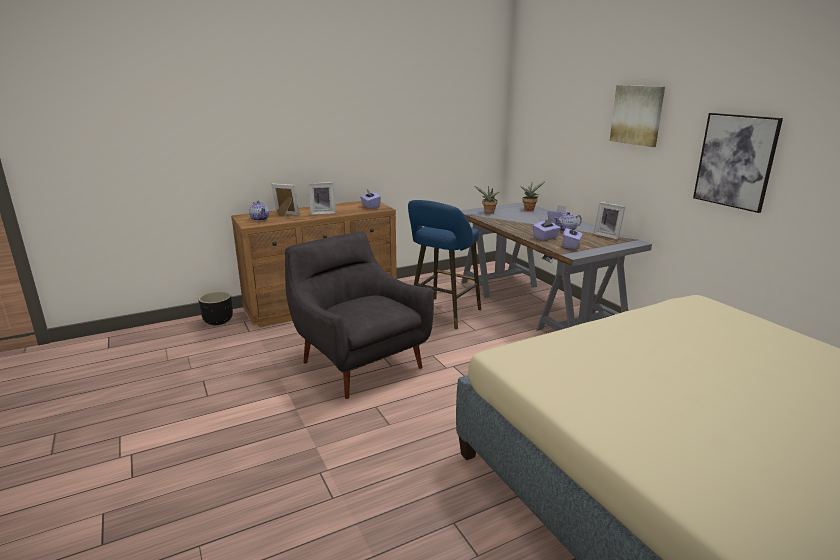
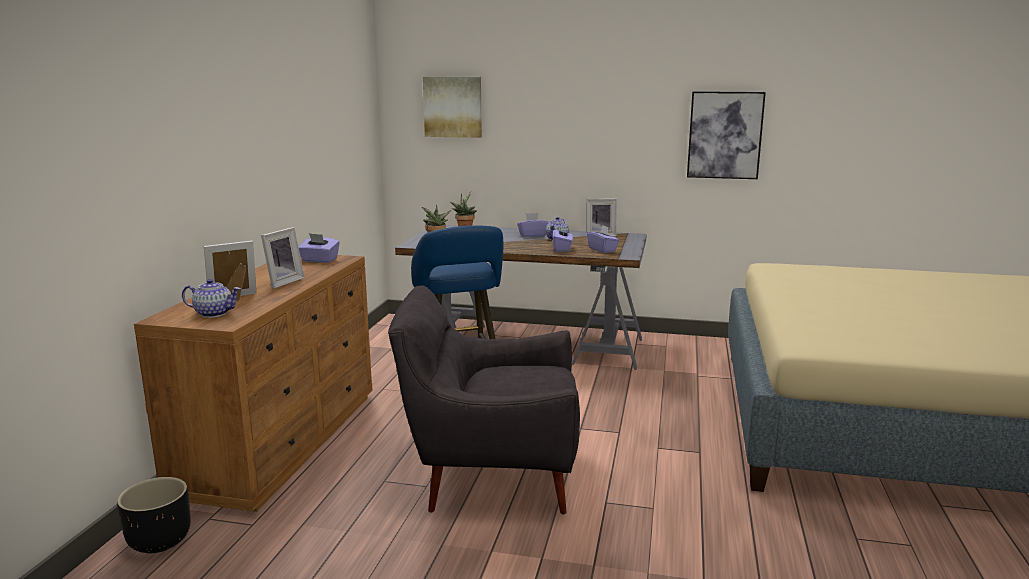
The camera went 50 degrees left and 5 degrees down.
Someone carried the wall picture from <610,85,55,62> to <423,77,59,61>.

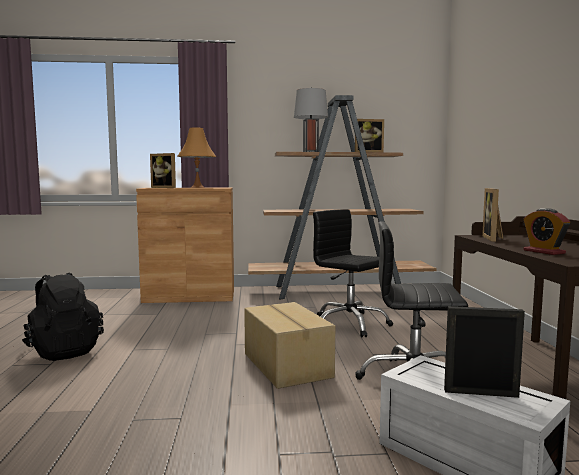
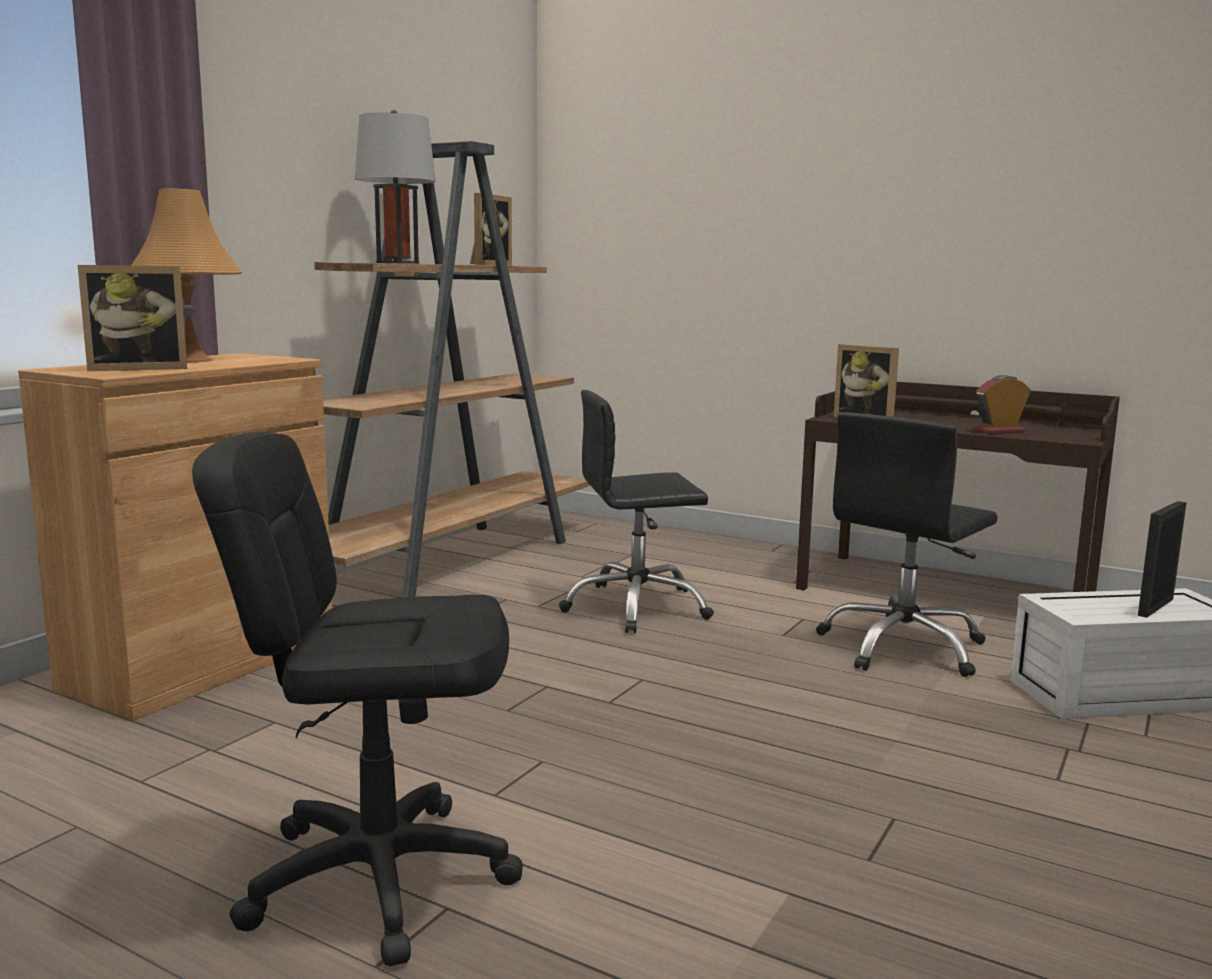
The camera went 55 degrees left and 5 degrees up.
Someone swapped the black-coloured rucksack at <22,272,82,89> for the black-coloured office chair at <192,432,331,535>.
Someone rotated the alarm clock at <523,208,47,47> by 150 degrees clockwise.
Someone took away the cardboard box at <244,302,91,87>.

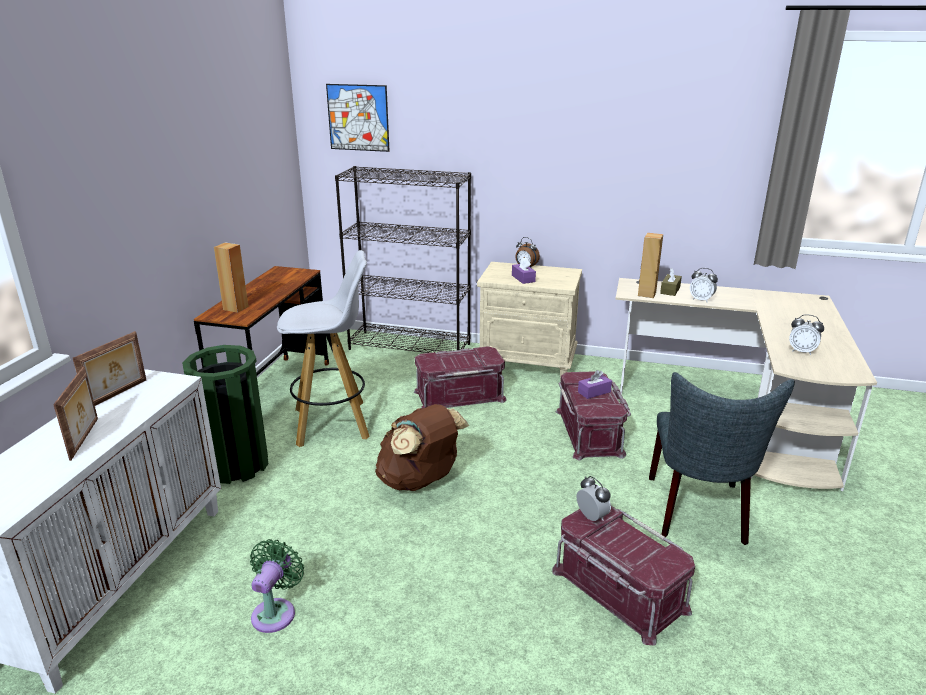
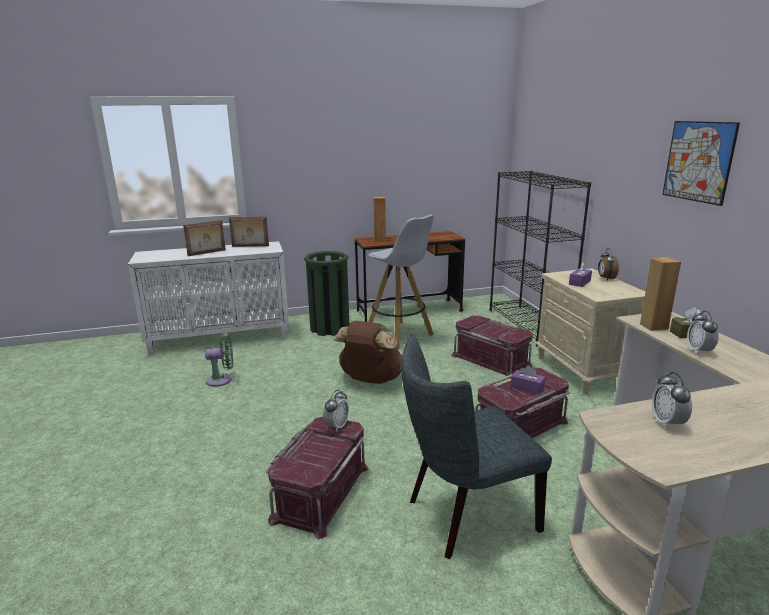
The camera went 60 degrees right and 5 degrees down.
Someone carried the wall picture from <326,84,64,68> to <662,121,78,85>.

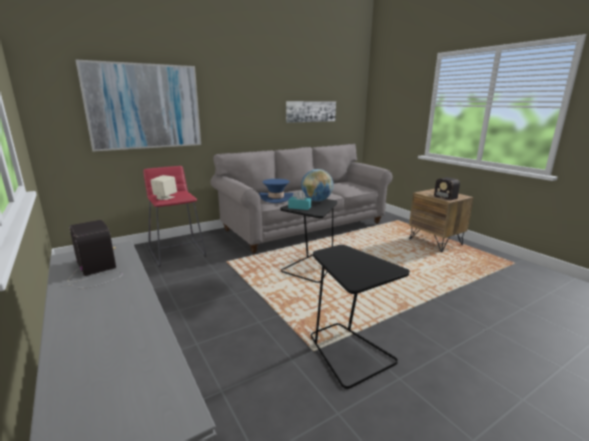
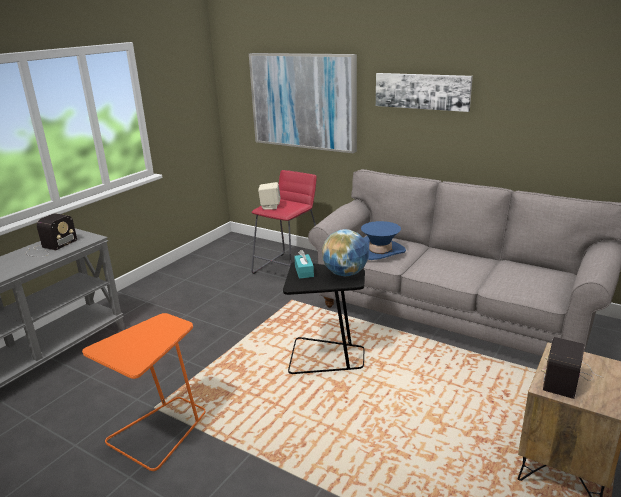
The camera went 65 degrees right and 5 degrees up.
Someone repainted the black-coloured end table at <311,245,99,144>, which became the orangey end table at <82,313,124,158>.
Someone carried the wall picture from <286,101,50,22> to <376,73,97,39>.

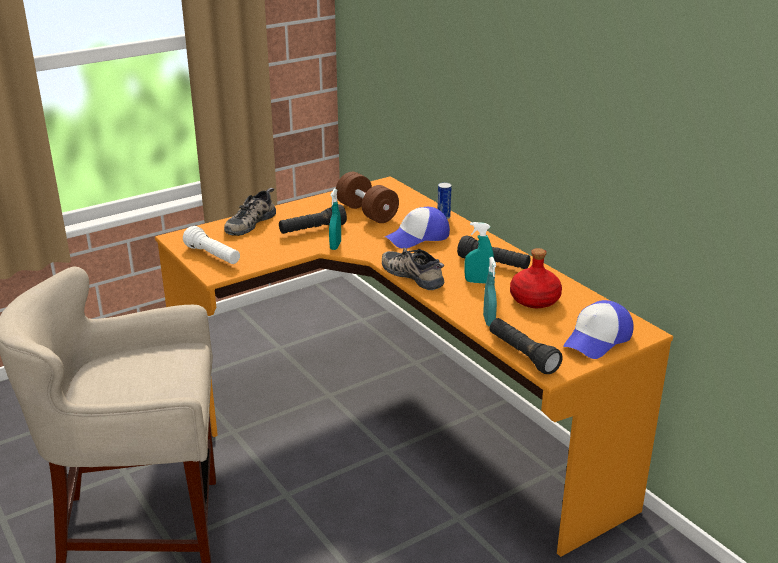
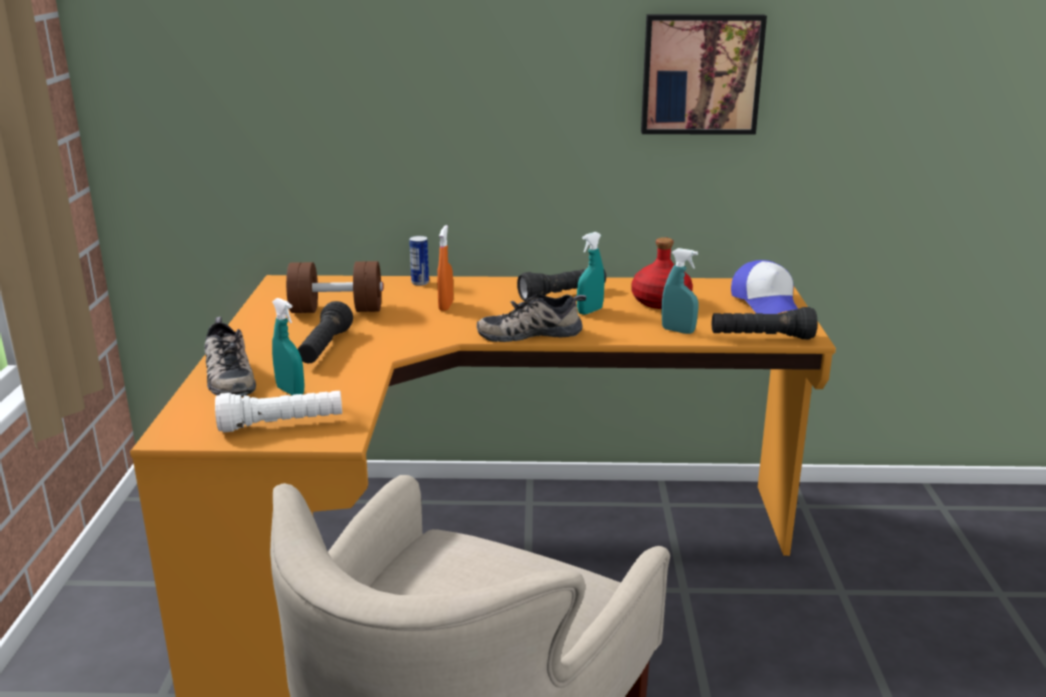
The camera went 55 degrees left and 5 degrees down.
Someone carried the blue-green hand sprayer from <329,189,12,61> to <272,298,33,98>.
Someone swapped the baseball cap at <385,207,65,42> for the orangey hand sprayer at <437,225,16,86>.
Someone put up the wall picture at <641,14,126,121>.

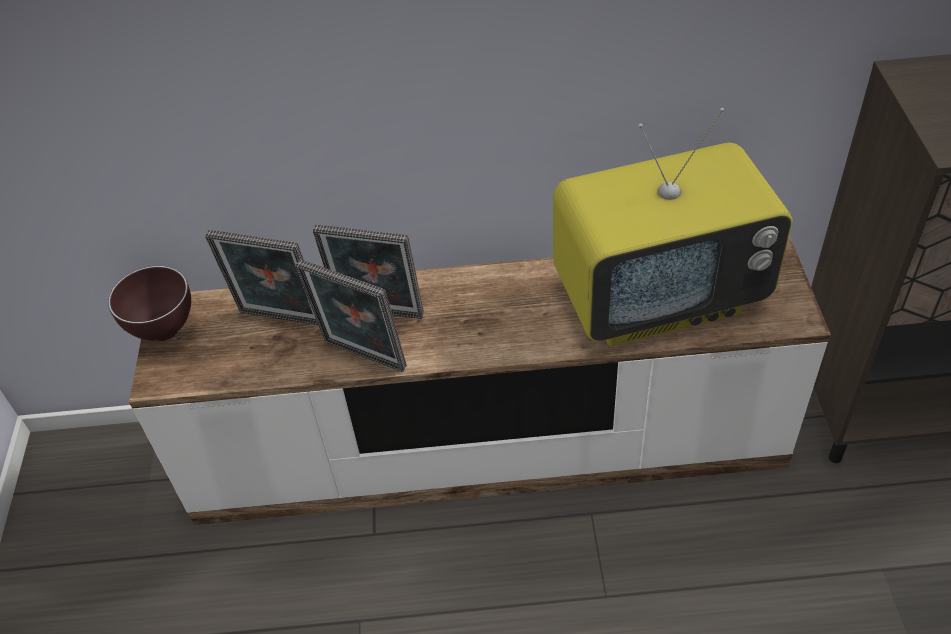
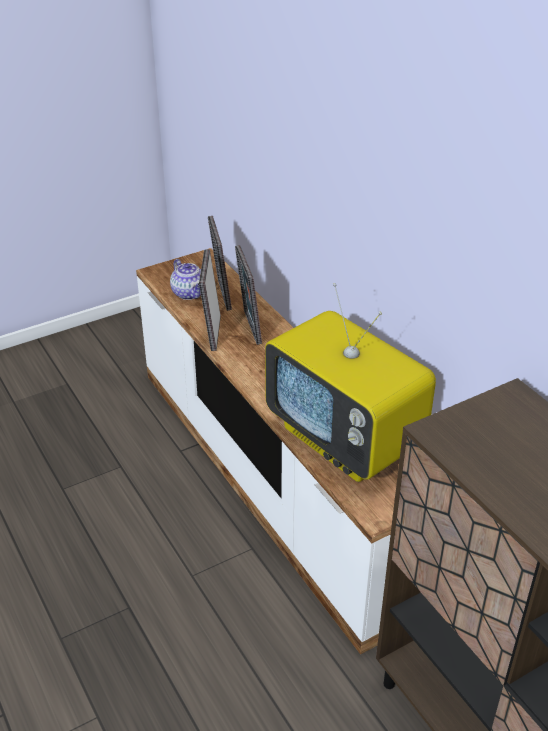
The camera went 60 degrees right and 10 degrees down.
Someone put down the tea pot at <170,259,31,41>.
Someone took away the brown-coloured serving bowl at <108,266,83,75>.

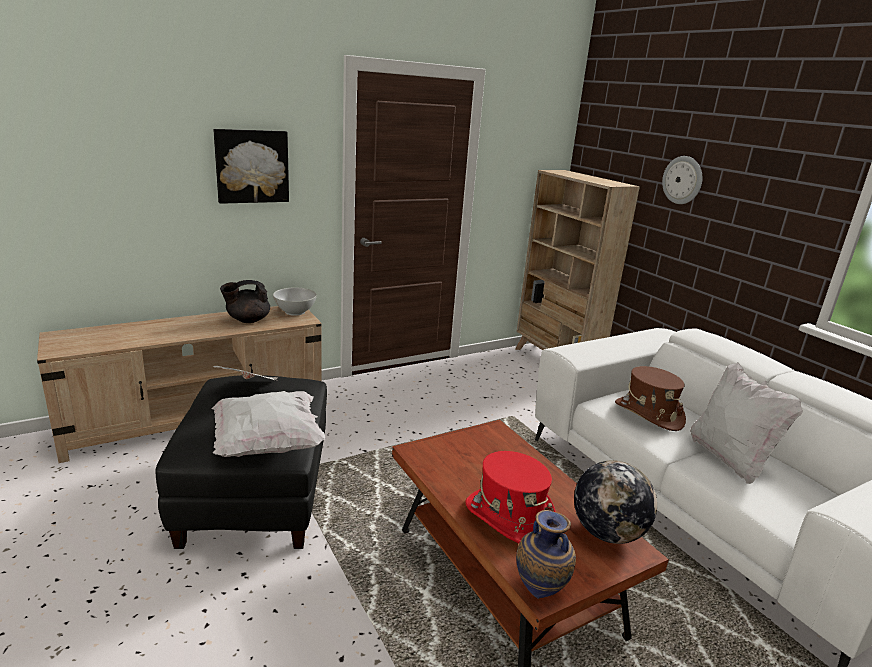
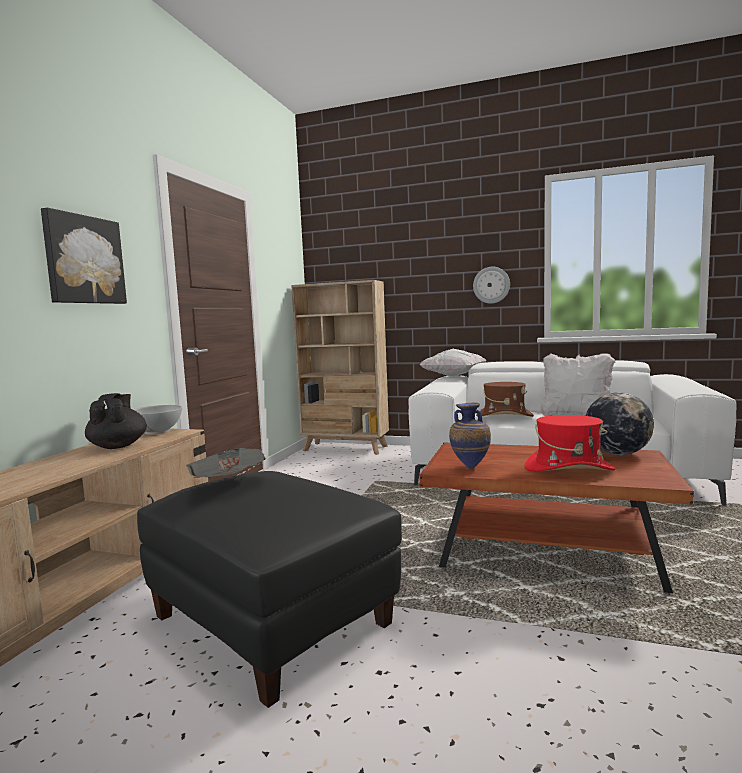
The camera went 40 degrees left and 15 degrees down.
Someone rotated the black-coloured tea pot at <220,280,50,43> by 150 degrees clockwise.
Someone carried the white-coloured cushion from <212,391,113,66> to <419,349,67,27>.
Someone carried the decorative vase from <516,510,60,89> to <449,402,42,67>.
Someone carried the clock on the wall from <662,156,40,48> to <473,267,37,37>.

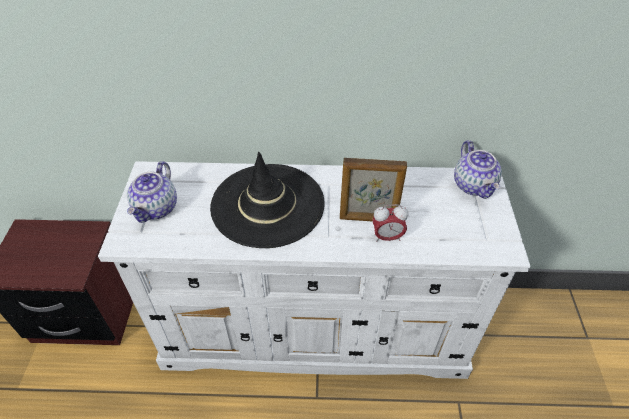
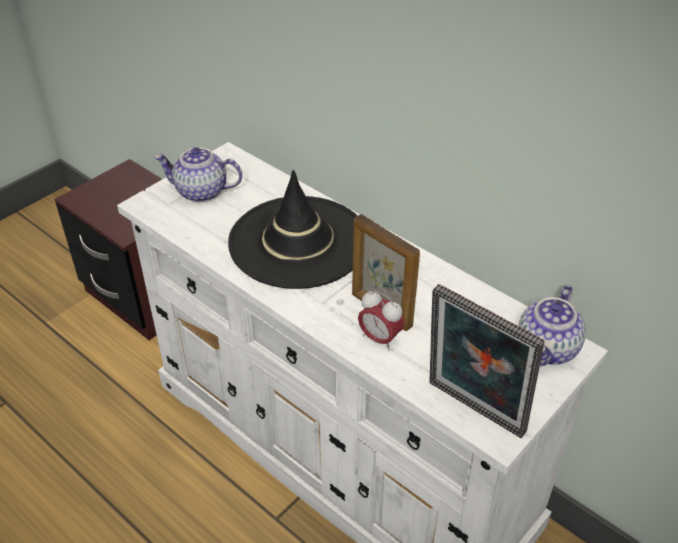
The camera went 40 degrees right and 5 degrees down.
Someone rotated the tea pot at <127,161,50,62> by 45 degrees clockwise.
Someone put down the standing frame at <429,284,115,154>.

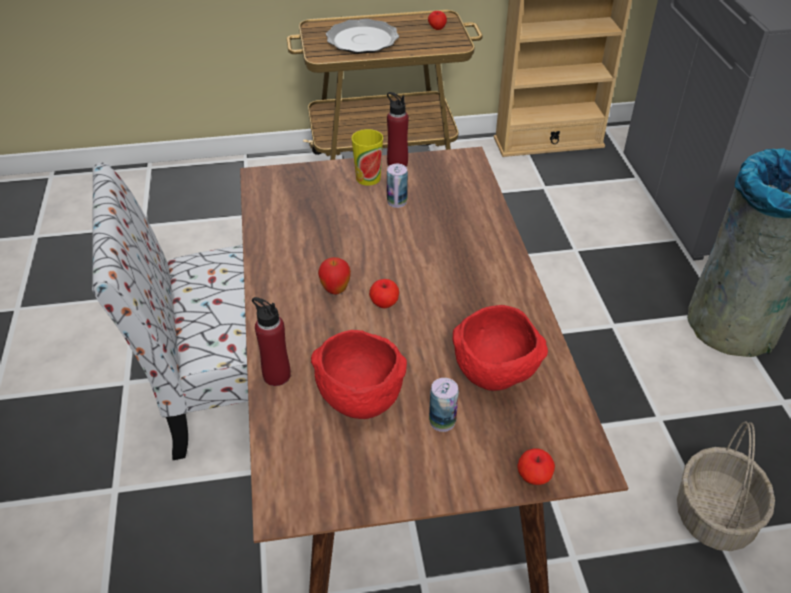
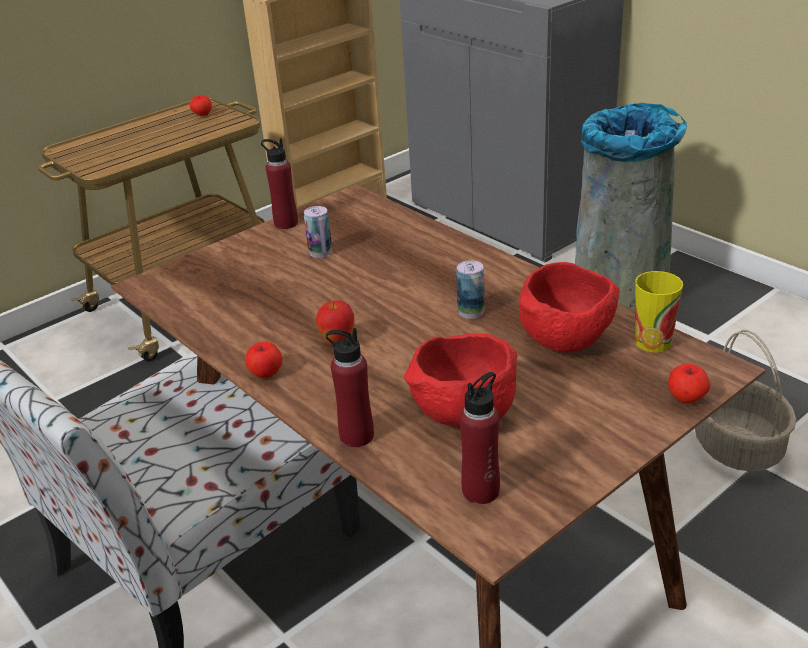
The camera went 30 degrees left and 10 degrees down.
Someone carried the whole apple from <369,279,30,29> to <245,341,38,37>.
Someone carried the metal can from <429,378,30,54> to <456,260,29,59>.
Someone put down the reddish bottle at <459,372,41,132>.
Someone carried the cup from <351,129,32,57> to <635,271,48,81>.
Someone took away the flat dish at <326,19,73,34>.

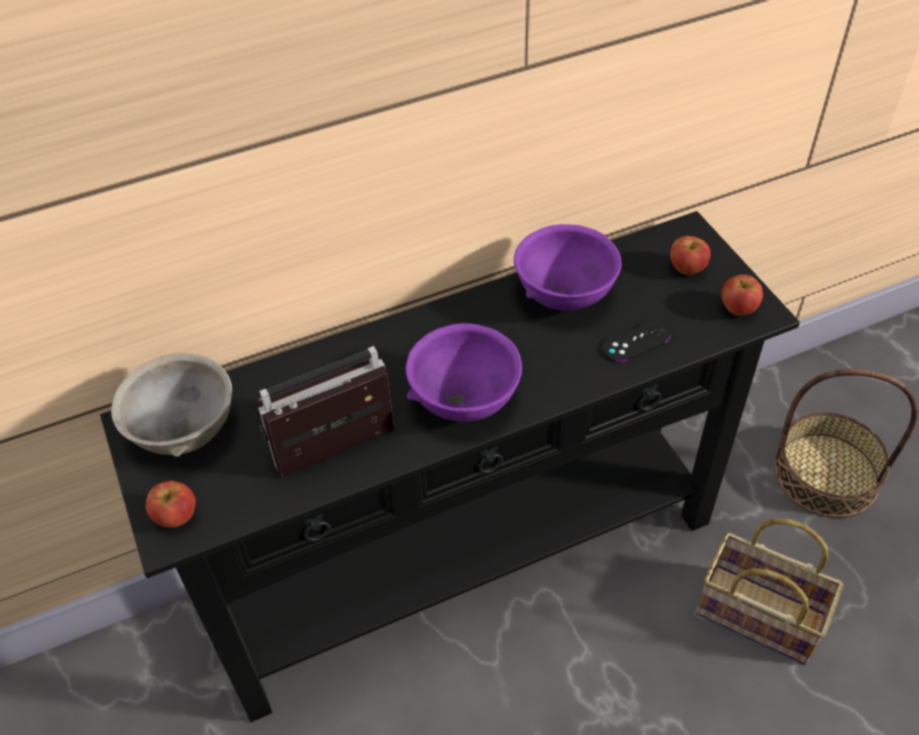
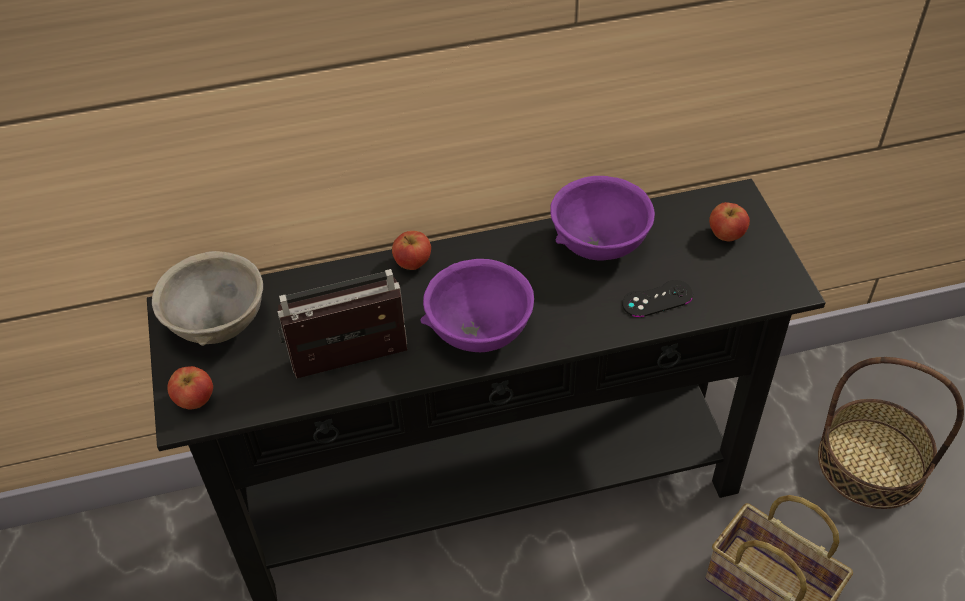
The camera went 10 degrees right and 0 degrees up.
Someone carried the whole apple from <721,275,42,40> to <392,231,39,39>.

